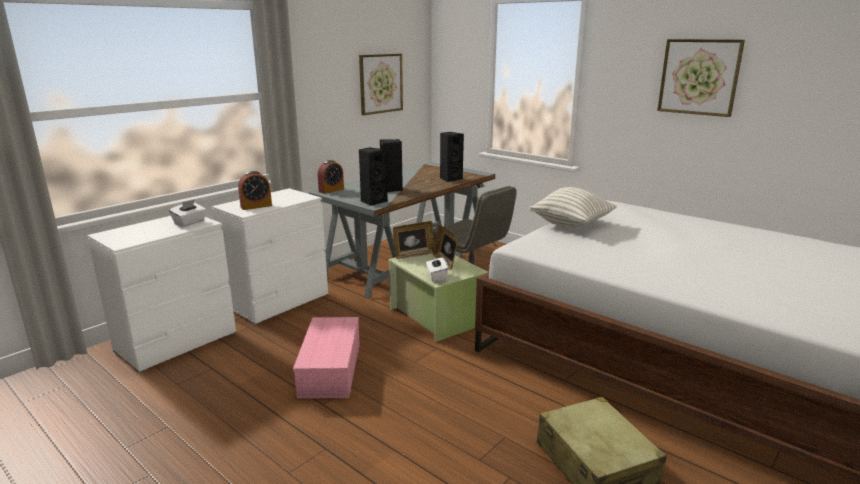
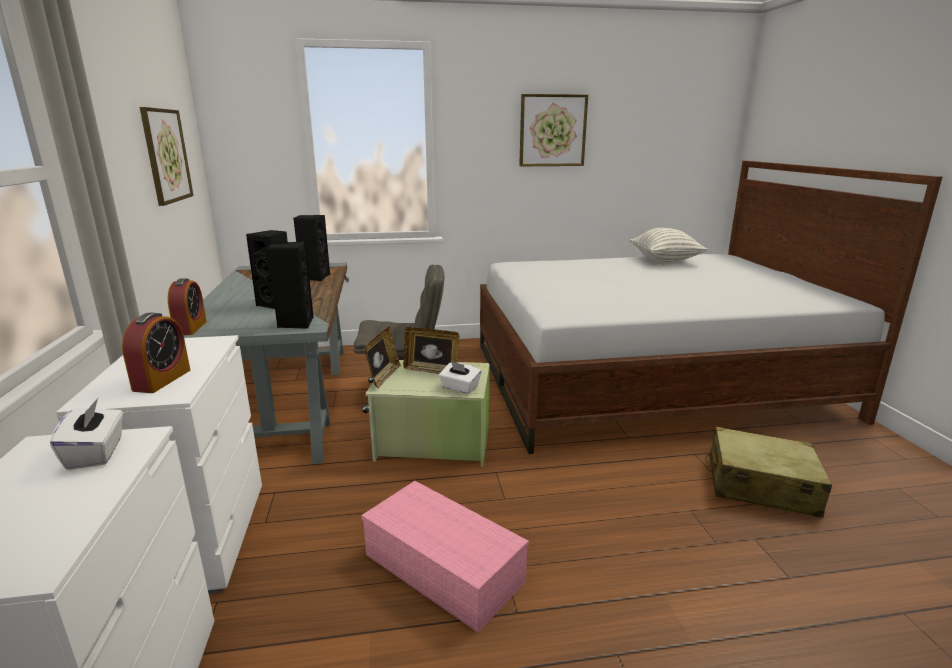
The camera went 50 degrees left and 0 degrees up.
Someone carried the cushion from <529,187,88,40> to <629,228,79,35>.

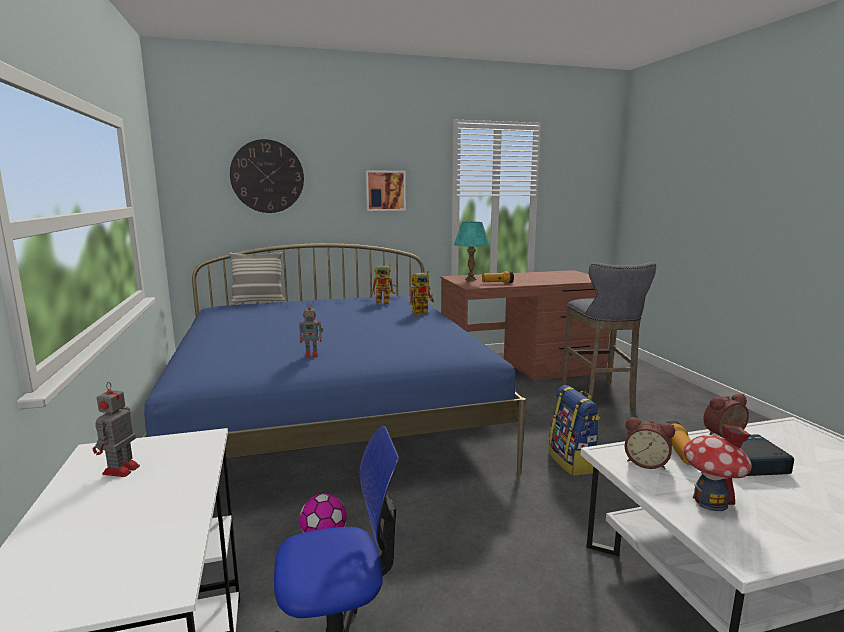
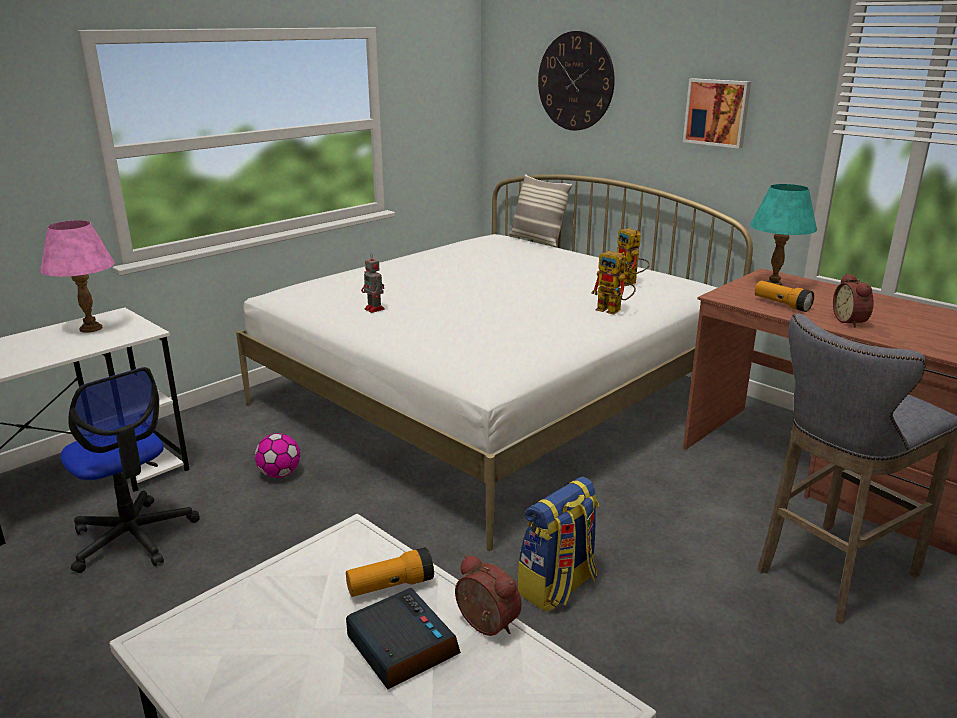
The camera went 60 degrees right and 10 degrees up.
Someone swapped the robot figure at <93,382,47,95> for the pink-coloured tabletop lamp at <40,220,74,113>.
Someone repainted the blue-coloured bedroom bed at <142,243,384,230>, which became the white-coloured bedroom bed at <236,174,517,377>.
Someone carried the alarm clock from <625,417,50,52> to <833,273,41,55>.
Someone took away the miniature house at <684,424,68,87>.

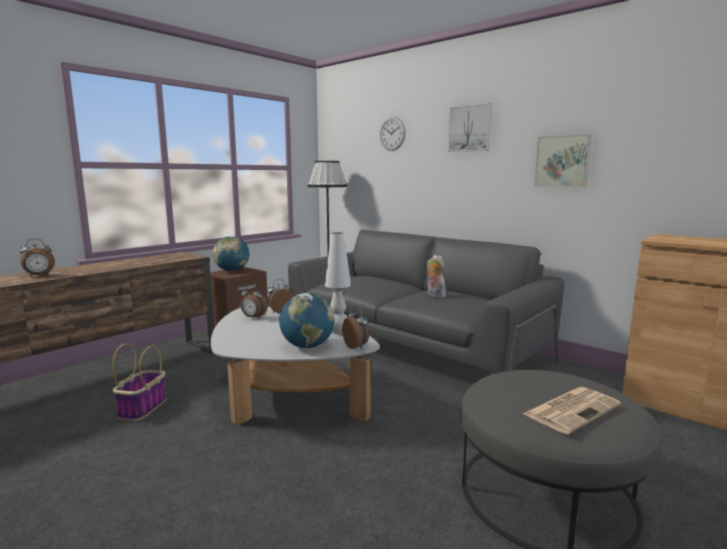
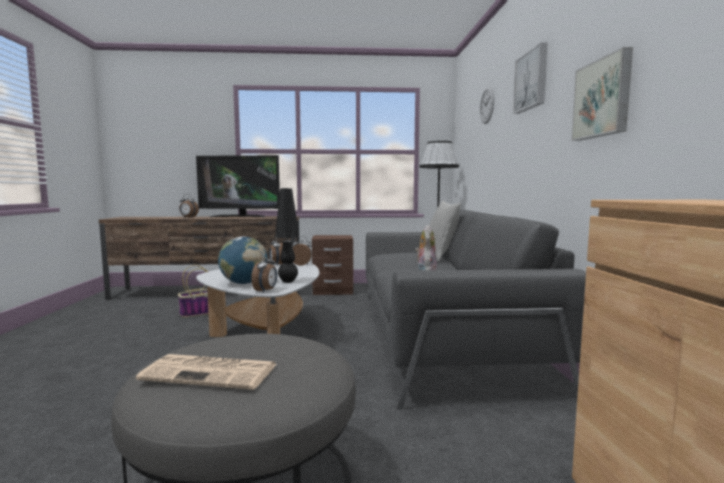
The camera went 45 degrees right and 5 degrees down.
Someone put down the TV set at <196,155,84,62>.
Someone repainted the white-coloured tabletop lamp at <325,232,26,102>, which became the black-coloured tabletop lamp at <275,188,24,95>.
Someone put down the gray cushion at <429,200,32,62>.
Someone took away the desk globe at <213,236,36,35>.

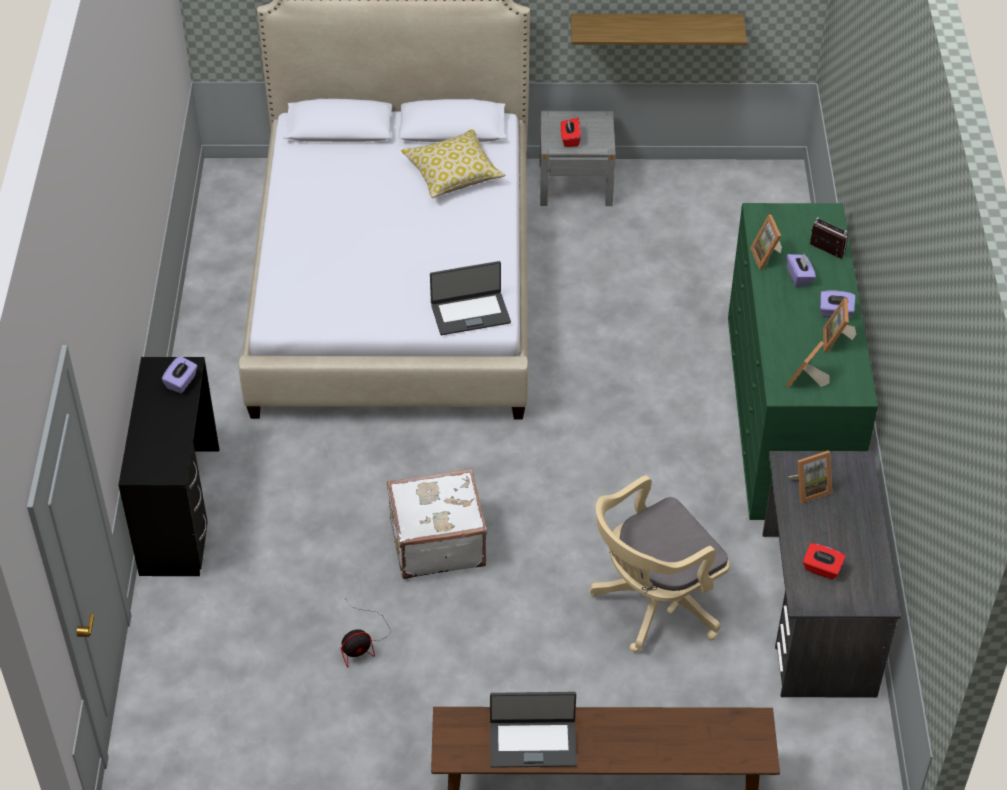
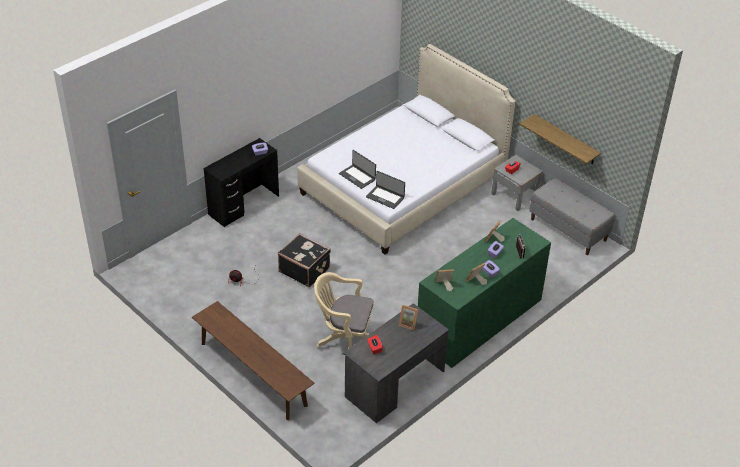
The camera went 45 degrees right and 5 degrees down.
Someone repainted the white-coloured travel case at <387,468,100,111>, which became the black-coloured travel case at <278,233,53,54>.
Someone carried the notebook computer from <490,692,87,76> to <339,150,37,39>.
Someone put down the gray indoor bench at <529,178,86,77>.
Someone took away the cushion at <401,129,104,69>.

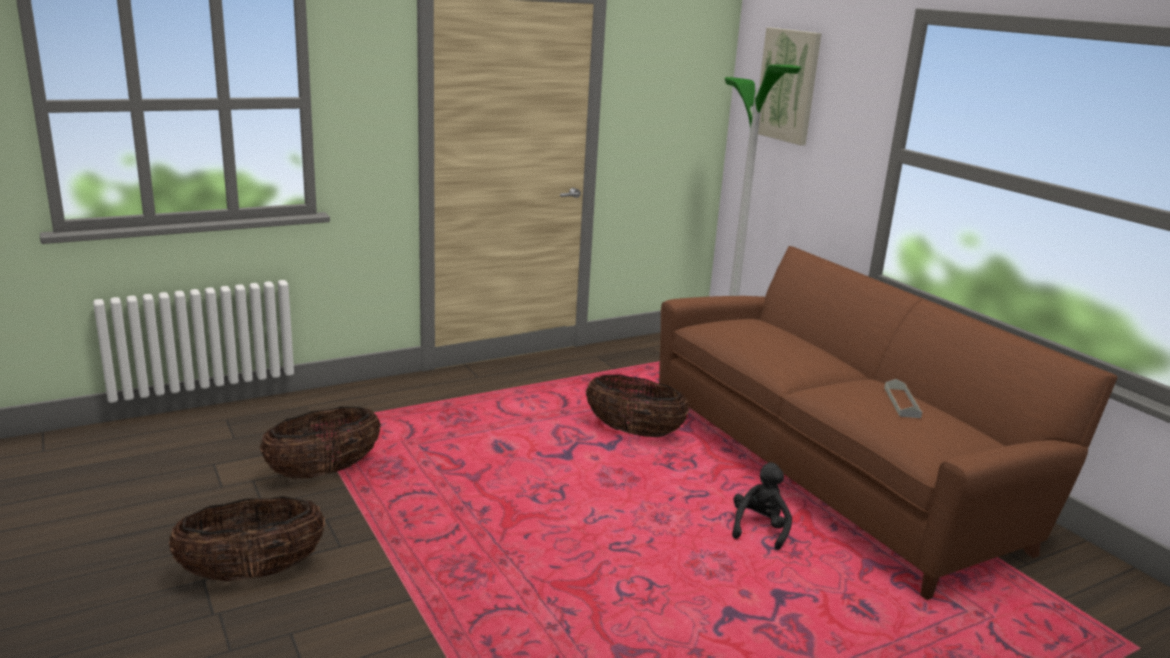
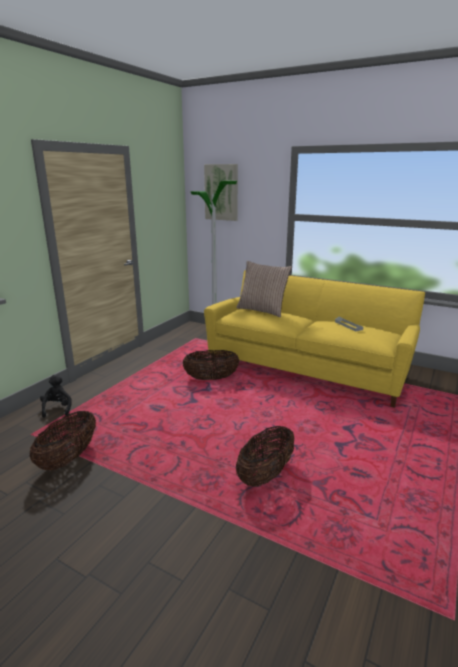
The camera went 30 degrees left and 0 degrees up.
Someone carried the black-coloured plush toy from <732,462,60,88> to <40,374,32,43>.
Someone repainted the brown-coloured couch at <659,246,459,354>, which became the yellow-coloured couch at <204,270,221,138>.
Someone put down the cushion at <236,261,56,56>.
Someone carried the storage basket from <169,496,156,85> to <236,426,58,61>.

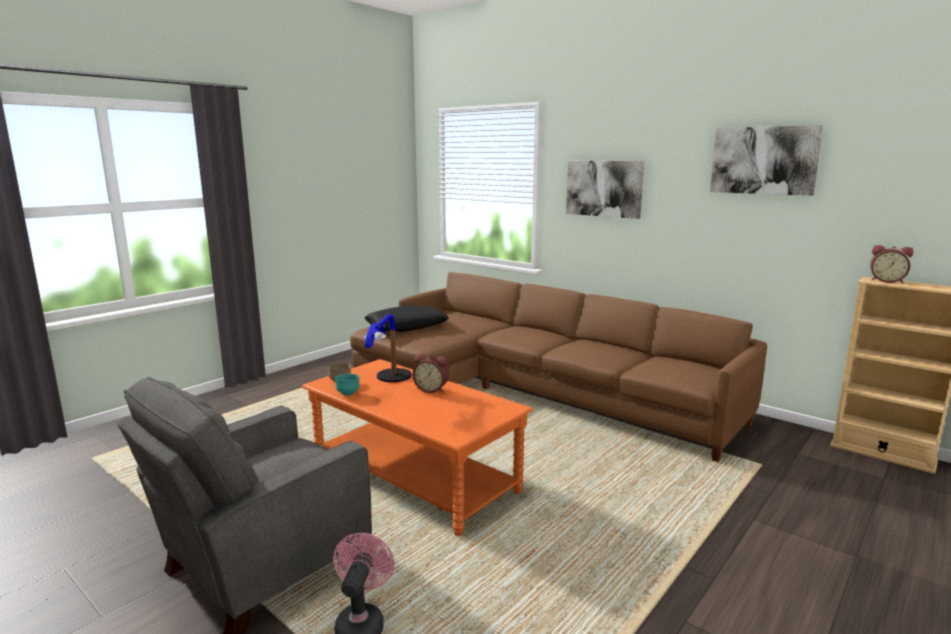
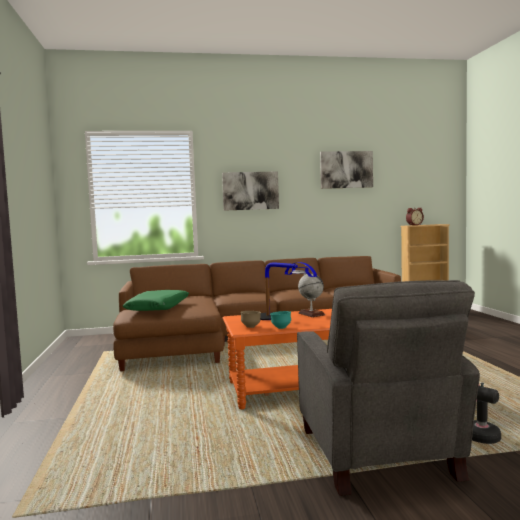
The camera went 50 degrees left and 10 degrees down.
Someone repainted the black-coloured cushion at <365,306,84,26>, which became the greenish cushion at <123,290,66,21>.
Someone swapped the alarm clock at <413,354,36,39> for the desk globe at <298,273,27,44>.

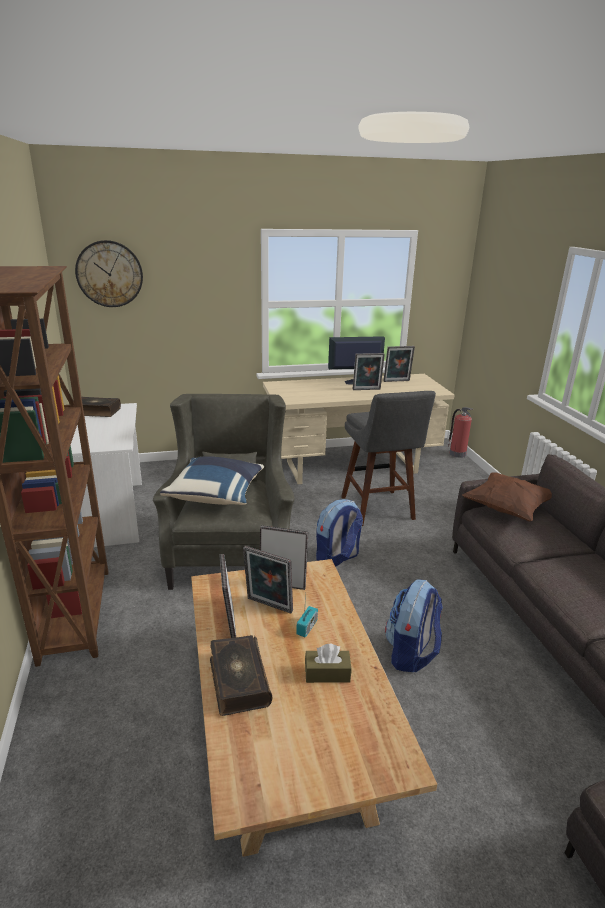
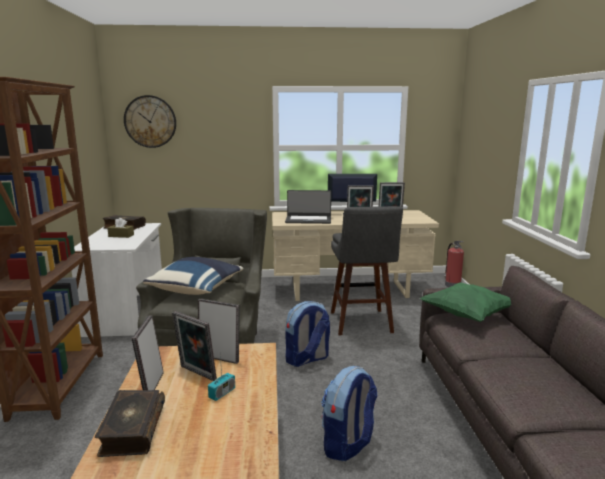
The camera went 10 degrees right and 10 degrees down.
Someone carried the brown-coloured tissue holder from <305,644,46,39> to <107,218,27,20>.
Someone put down the notebook computer at <285,190,46,34>.
Someone repainted the brown-coloured cushion at <462,472,90,50>, which became the greenish cushion at <420,283,91,39>.

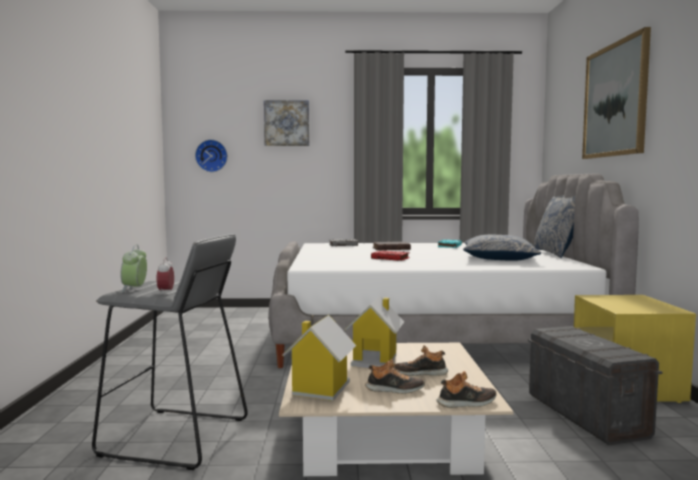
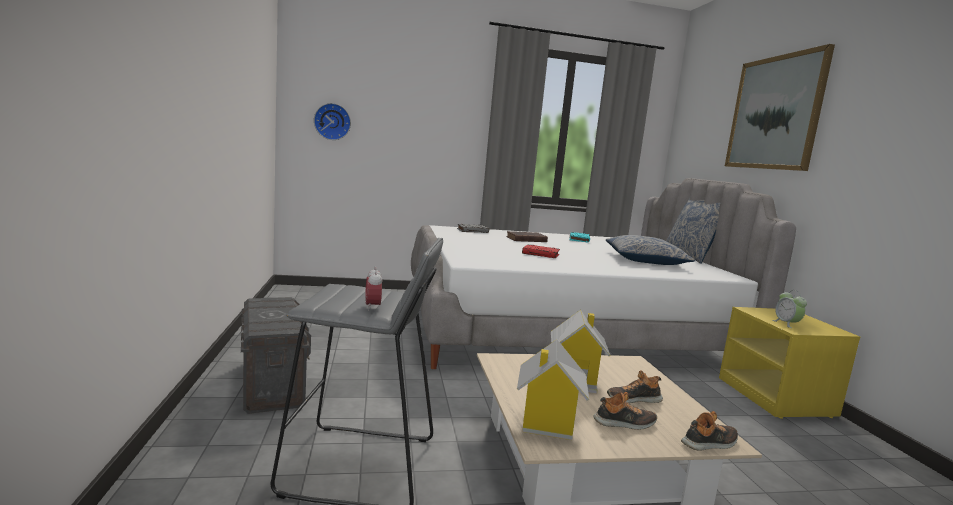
The camera went 10 degrees left and 5 degrees up.
Someone carried the gray storage box from <528,326,134,119> to <241,297,70,117>.
Someone carried the alarm clock from <120,245,27,48> to <773,290,34,38>.
Someone took away the wall picture at <264,100,45,46>.

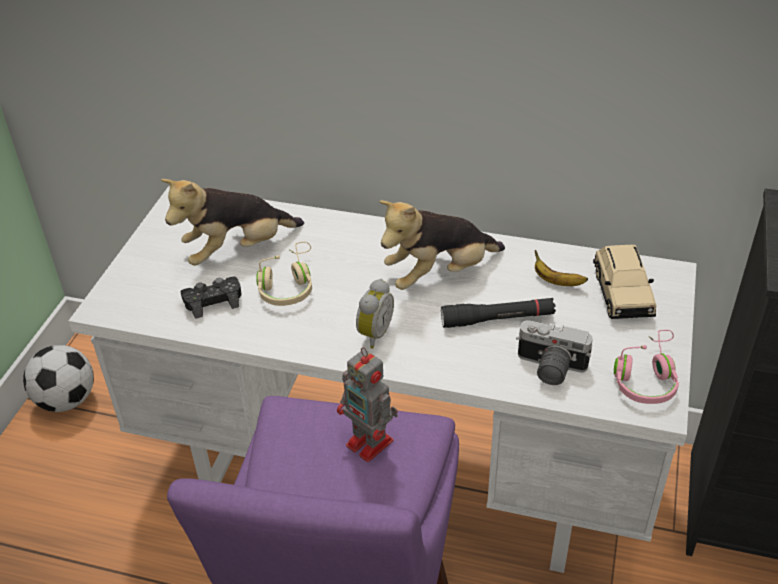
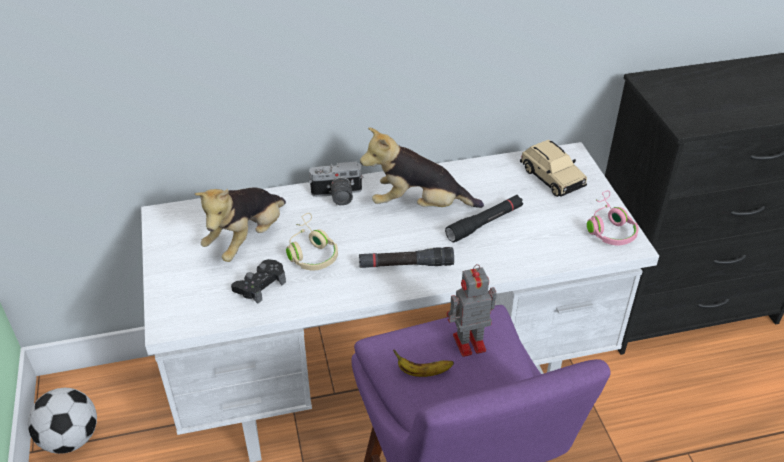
The camera went 30 degrees left and 0 degrees up.
Someone carried the still camera from <516,320,77,65> to <309,161,54,45>.
Someone swapped the alarm clock at <356,279,38,70> for the black-coloured hand torch at <359,247,95,21>.
Someone rotated the plush toy at <379,200,126,90> by 60 degrees clockwise.
Someone carried the banana from <535,250,53,36> to <393,349,61,28>.
Someone rotated the robot figure at <337,347,61,115> by 150 degrees clockwise.

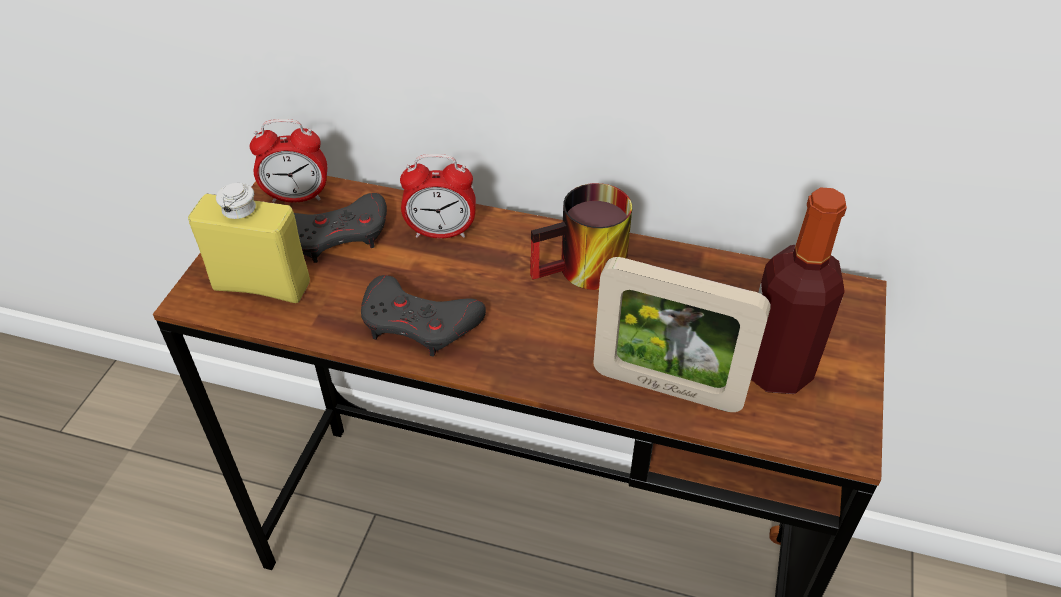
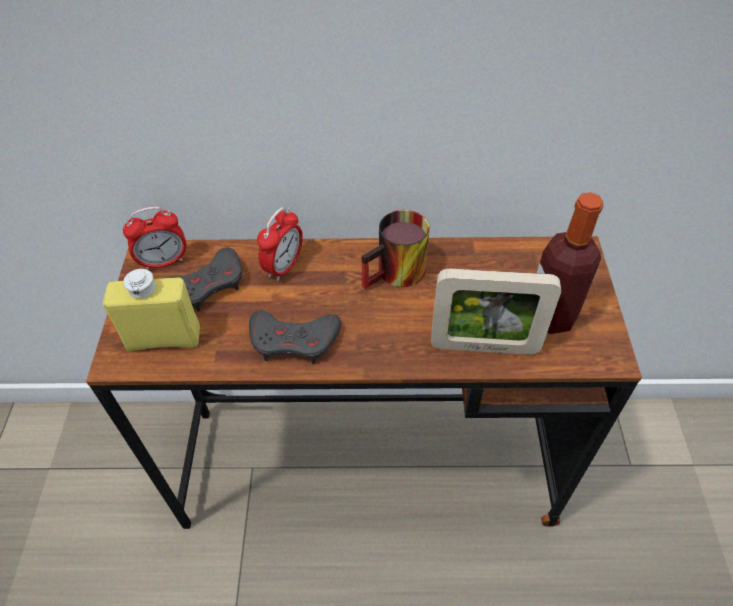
The camera went 15 degrees left and 5 degrees up.
Someone rotated the alarm clock at <400,154,76,84> by 45 degrees counterclockwise.

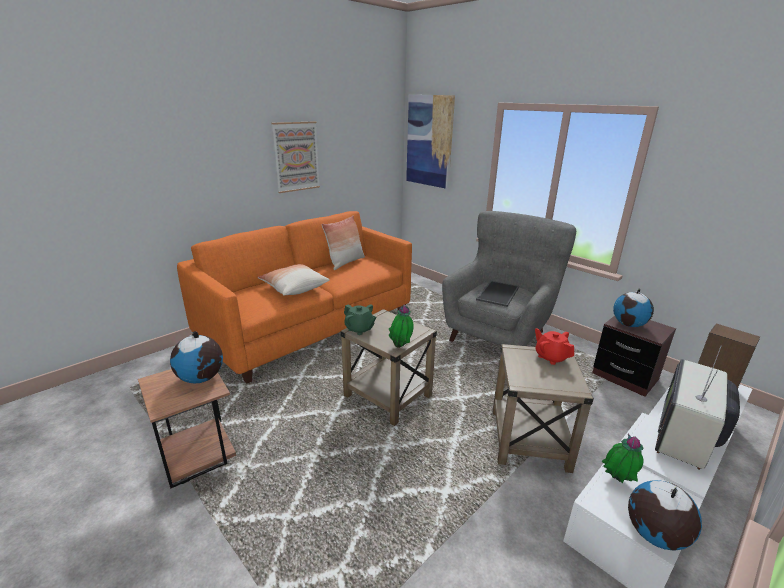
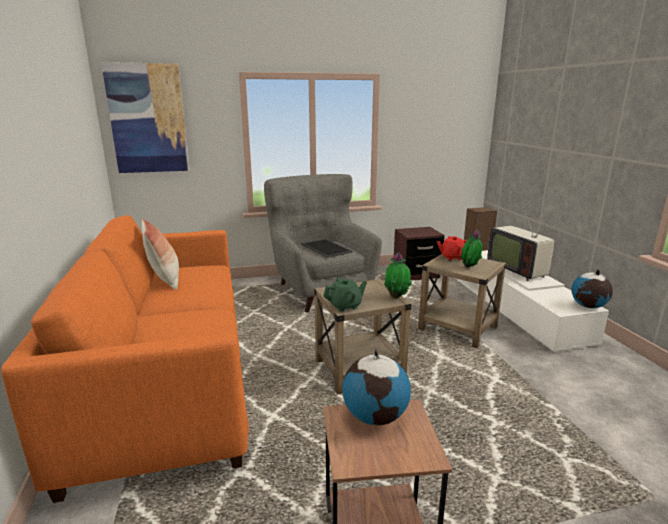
The camera went 60 degrees left and 5 degrees down.
Someone carried the houseplant from <602,434,42,50> to <460,230,22,38>.
Someone took away the cushion at <258,264,72,32>.
Someone took away the wall picture at <272,121,48,72>.
Someone took away the desk globe at <613,288,41,39>.

